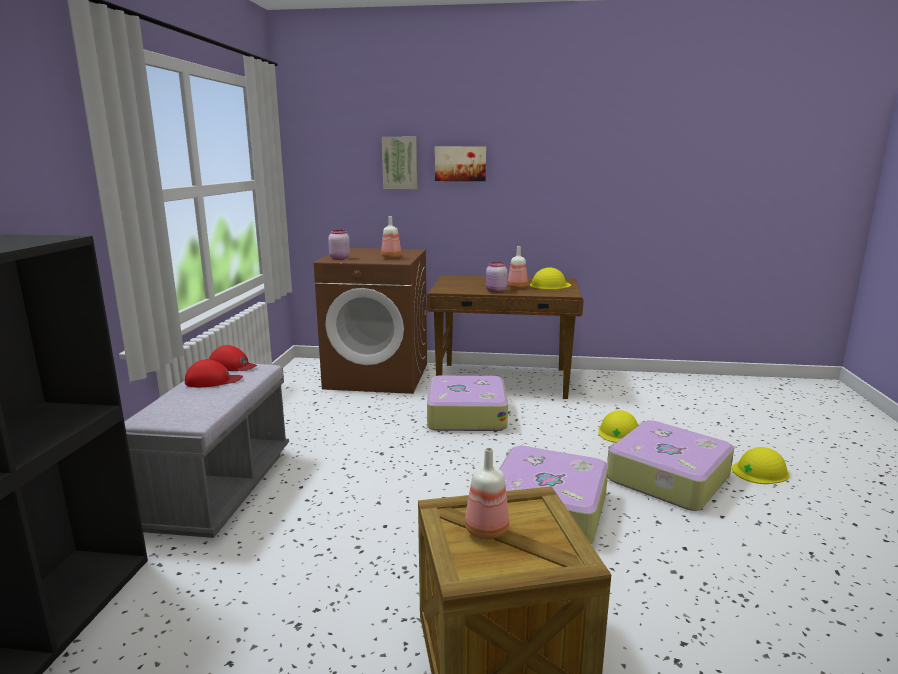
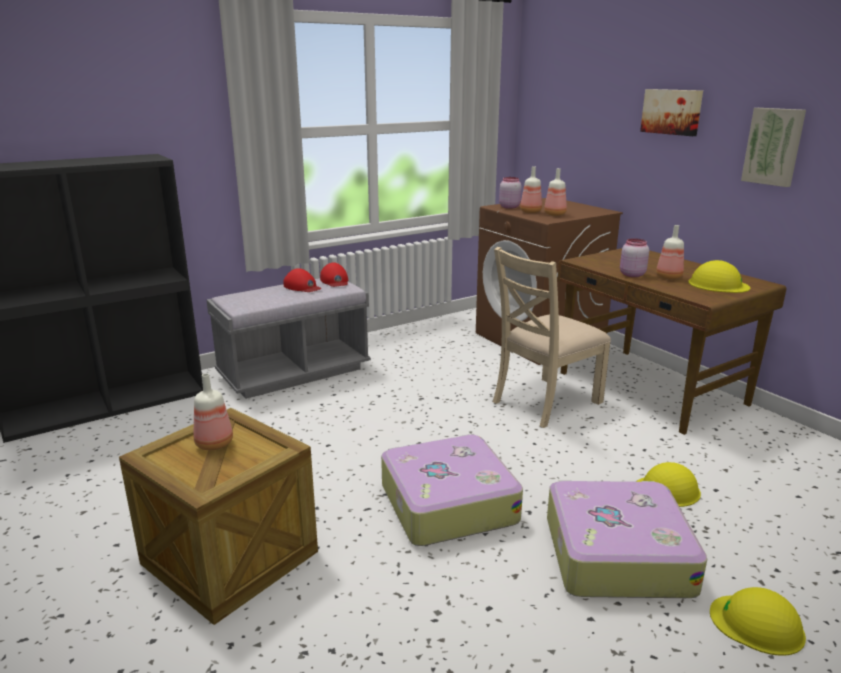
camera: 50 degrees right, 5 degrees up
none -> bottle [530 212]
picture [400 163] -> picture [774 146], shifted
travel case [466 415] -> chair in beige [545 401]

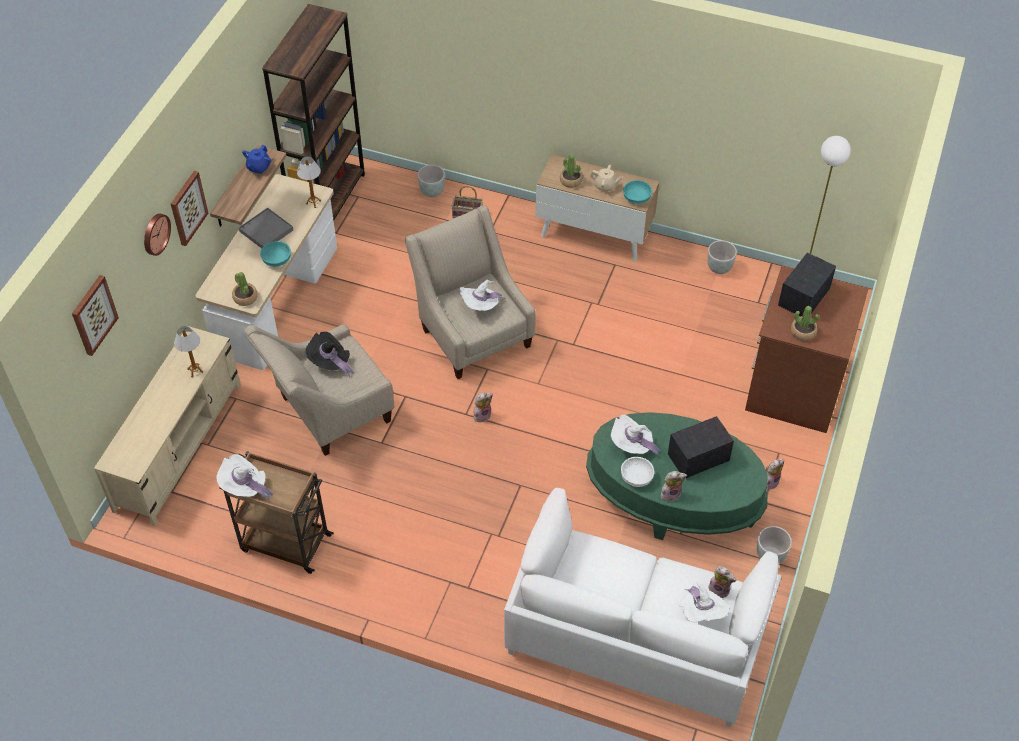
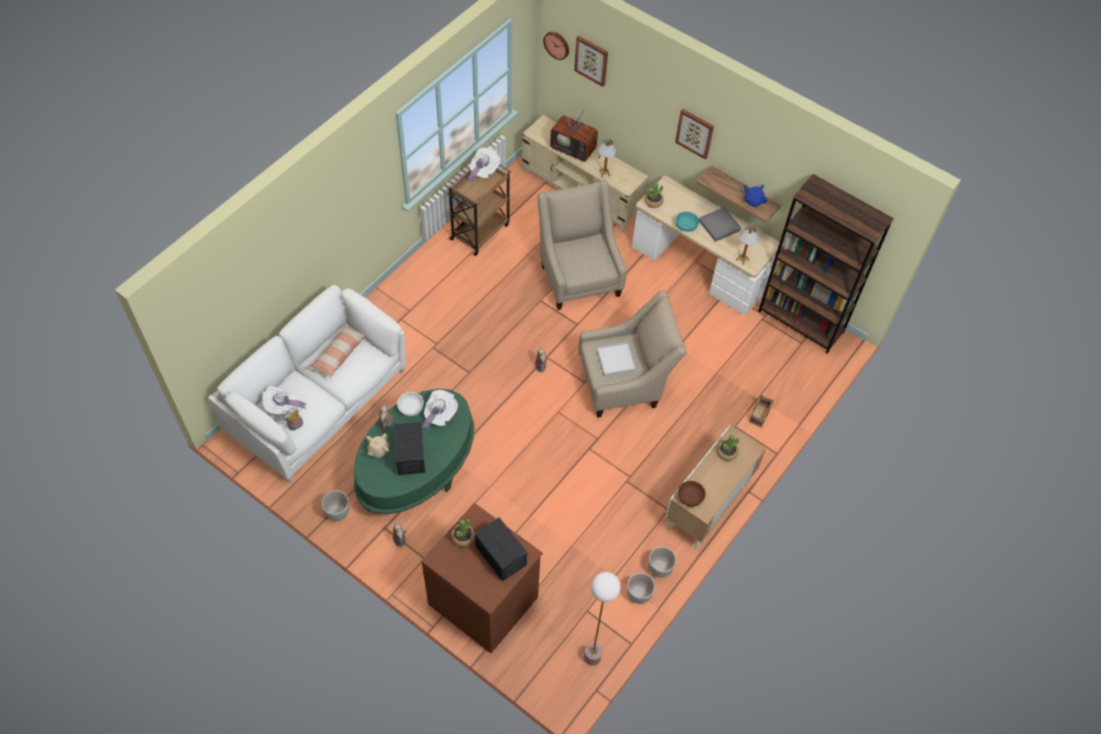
camera: 105 degrees right, 5 degrees up
clothing hat in blackish [330 363] -> none
none -> cushion [338 355]
none -> television [575 149]
wall clock [155 234] -> wall clock [557 44], shifted
planter in gray [432 191] -> planter in gray [660 568], shifted
teapot in beige [605 186] -> teapot in beige [378 450], shifted
clothing hat in white [480 307] -> serving tray in white [615 360]
bowl in turquoise [636 197] -> bowl in brown-coloured [690 497]

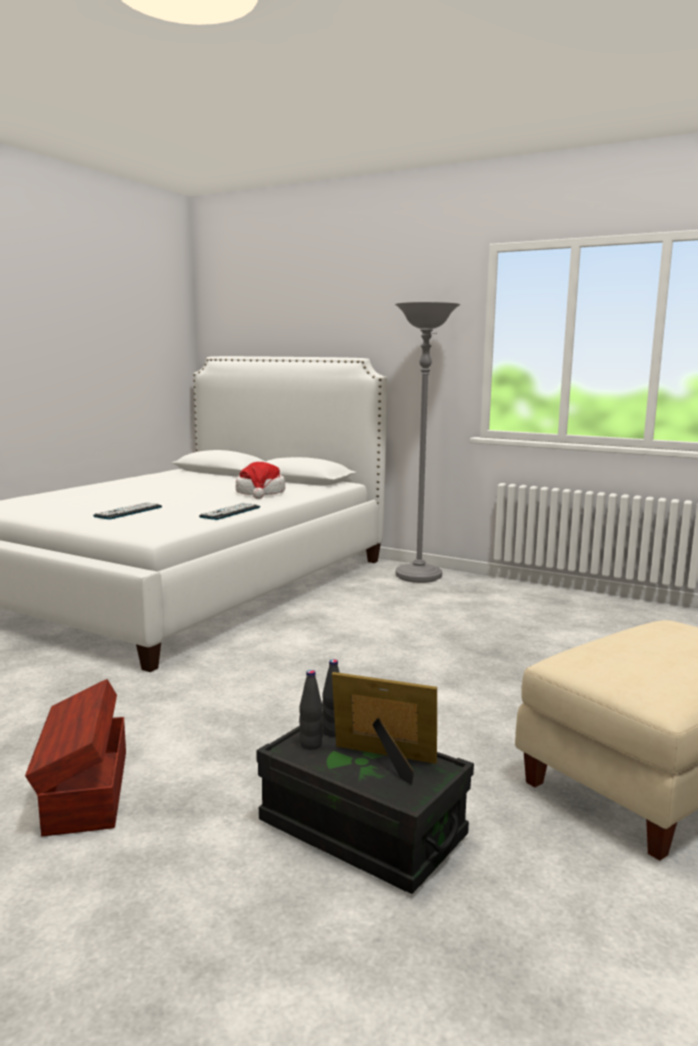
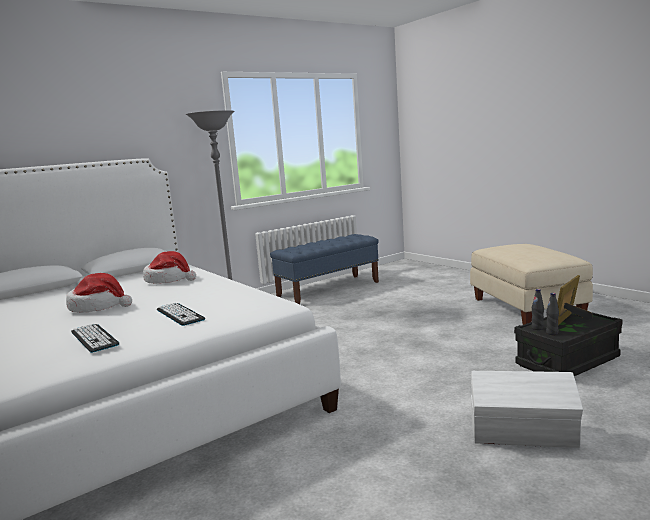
camera: 65 degrees left, 0 degrees up
none -> clothing hat [99 306]
none -> long seat in bluish [329 289]
computer keyboard [230 512] -> computer keyboard [94 338], shifted
storage bin in brown-coloured [85 791] -> storage bin in white [524 434]

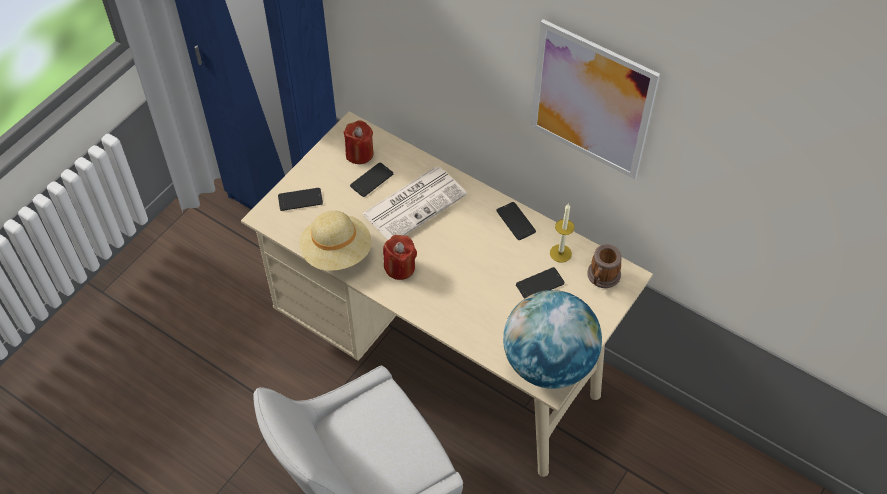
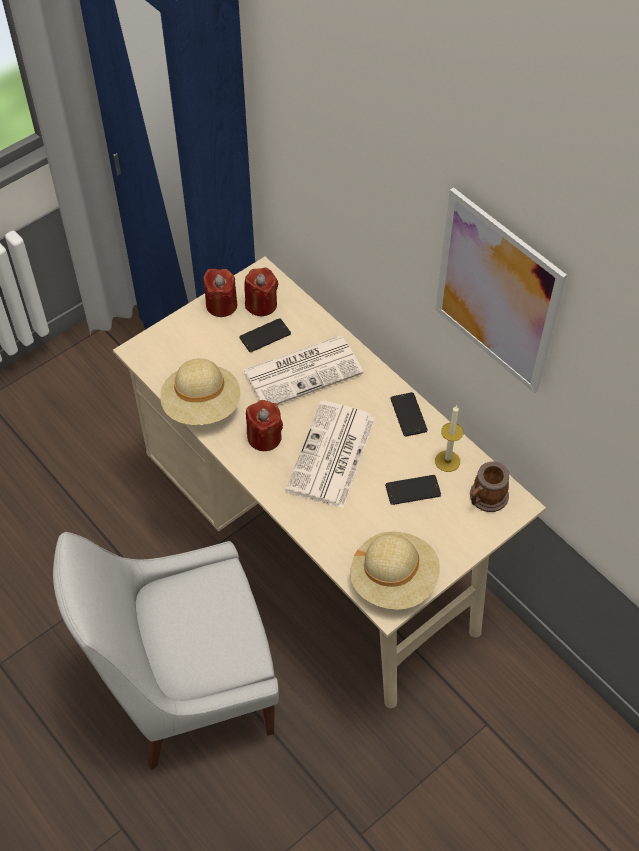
camera: 15 degrees right, 0 degrees up
telephone [300 199] -> none
none -> wax light in red-coloured [221 305]
none -> daily paper [332 456]
desk globe [548 362] -> clothing hat in beige [394 580]

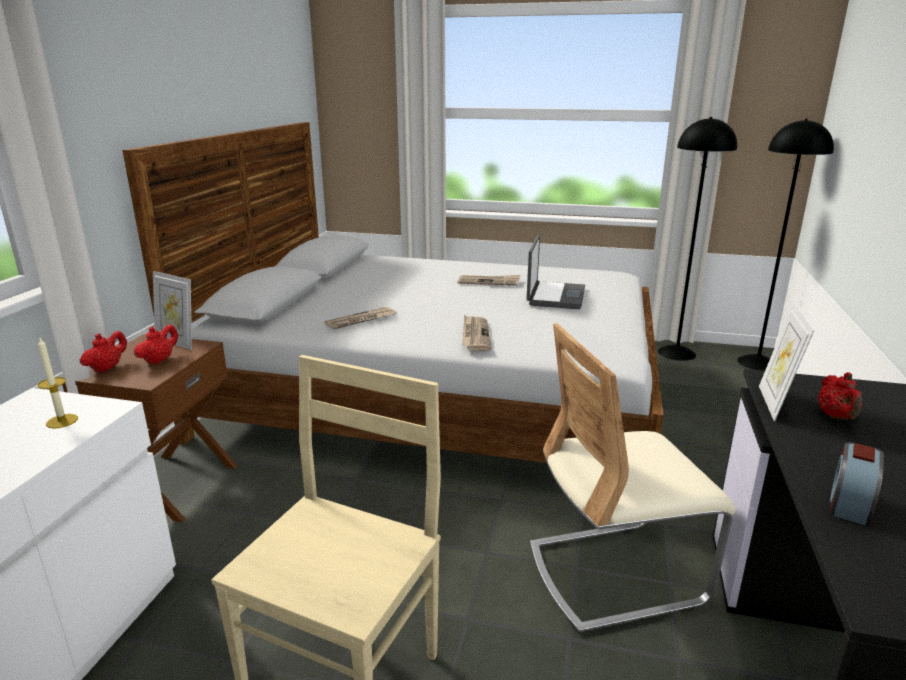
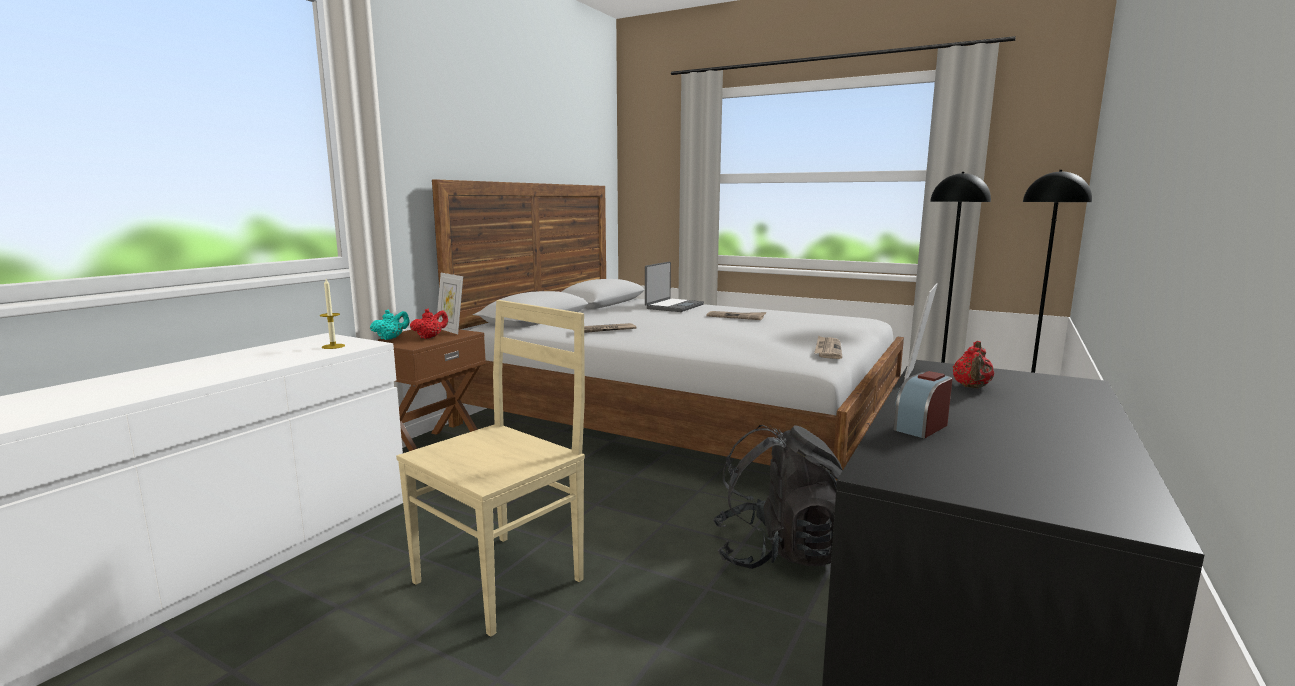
camera: 15 degrees right, 10 degrees down
daily paper [475 335] -> daily paper [827 349], shifted
portable computer [554 296] -> portable computer [673 306], shifted
chair in beige [615 573] -> rucksack in blackish [778 552]
teapot in red-coloured [107 368] -> teapot in turquoise [391 338]

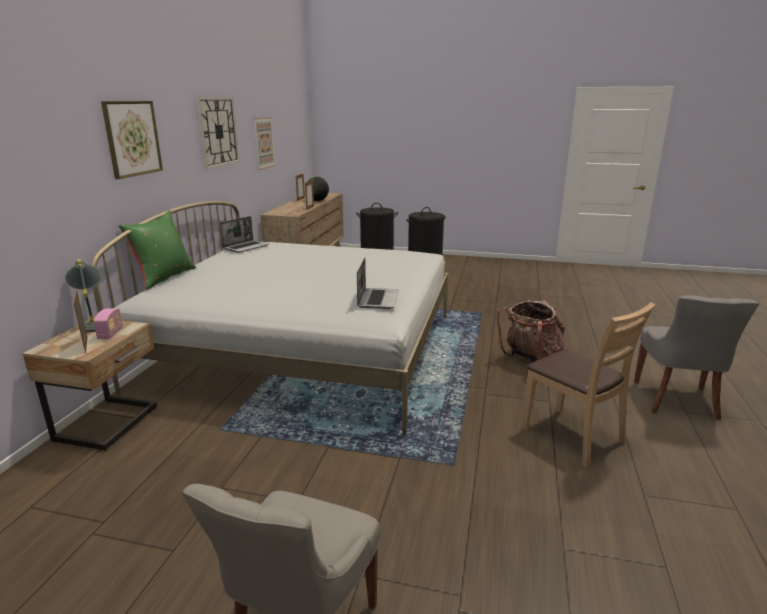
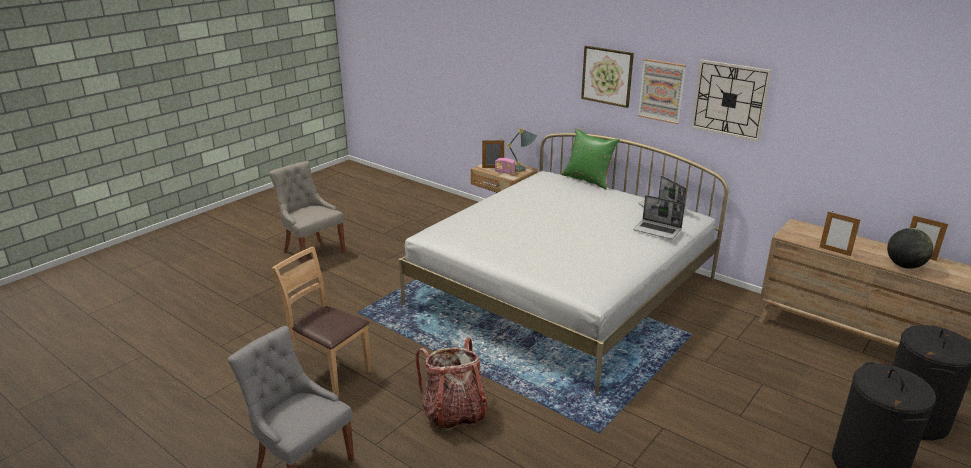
camera: 115 degrees right, 5 degrees up
picture [263 143] -> picture [661 91], shifted
portable computer [377 299] -> portable computer [657 230], shifted
chair in brown-coloured [573 436] -> chair in brown-coloured [329 372], 45 degrees clockwise

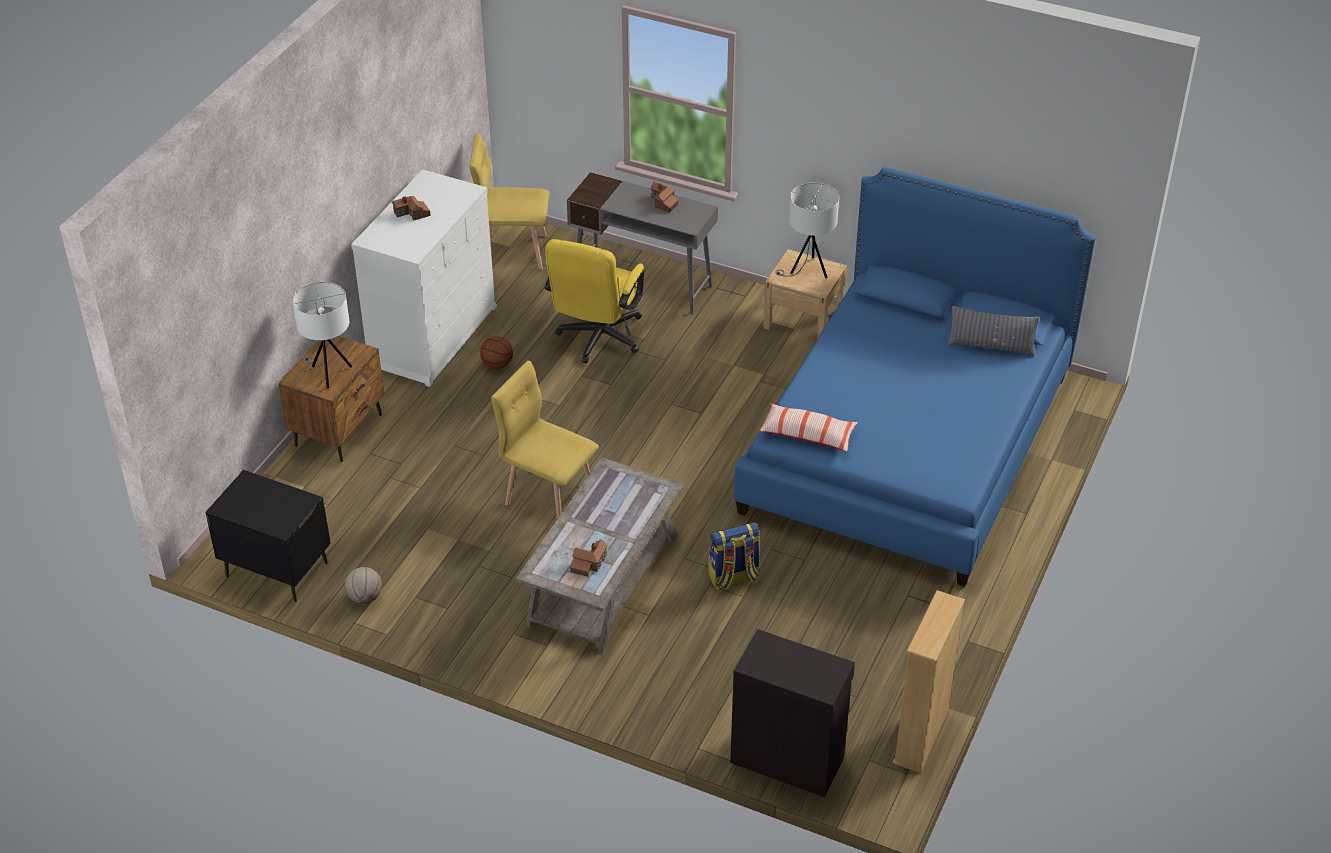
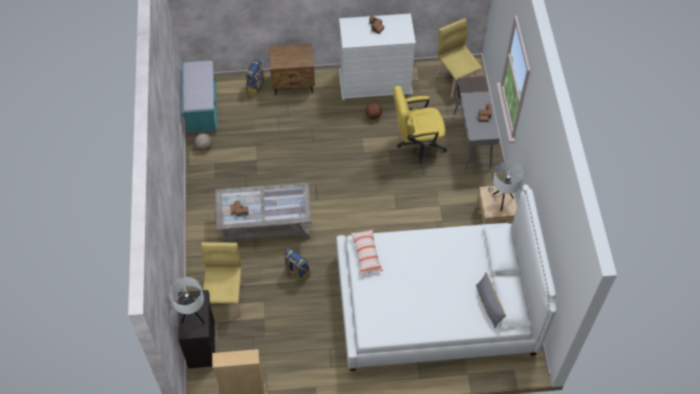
camera: 60 degrees right, 15 degrees up
none -> rucksack [255 86]
tabletop lamp in white [329 373] -> tabletop lamp in white [194 316], shifted
chair in yellow [549 496] -> chair in yellow [226 298], shifted
night table in blackish [276 569] -> long seat in turquoise [202 109]
sleeping bed in bluish [906 442] -> sleeping bed in white [435 303]

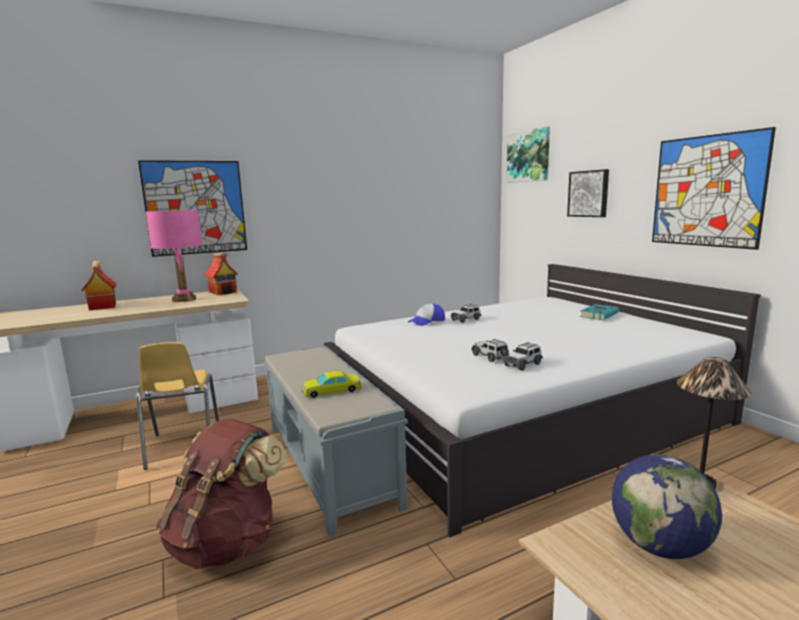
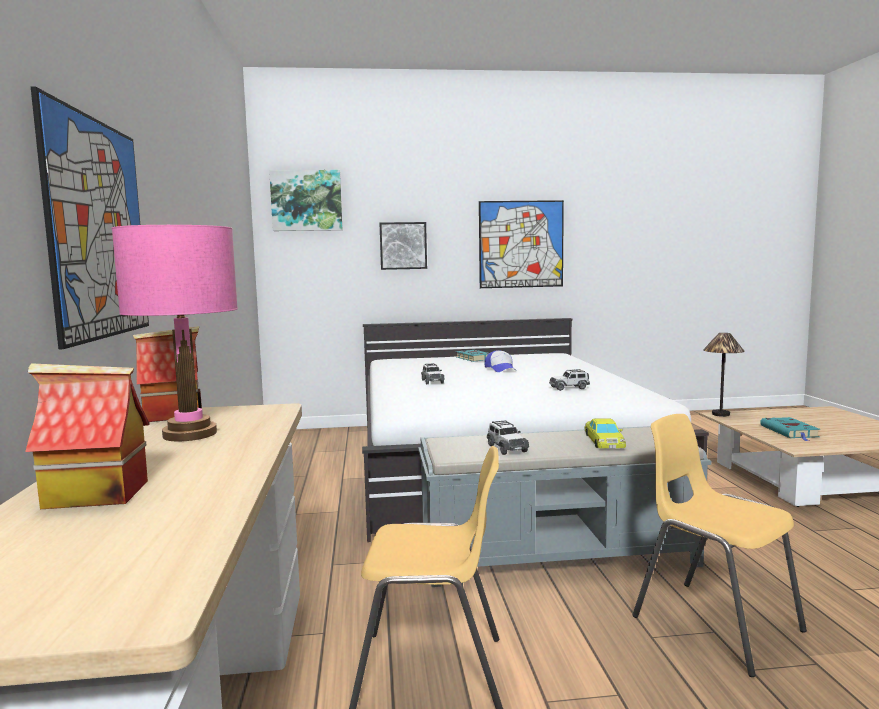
camera: 70 degrees left, 5 degrees down
baseball cap [427 321] -> baseball cap [501 369], shifted
toy car [523 364] -> toy car [506 448], shifted
rucksack in brown-coloured [227 542] -> chair in yellow [714 623]
desk globe [659 546] -> volume in turquoise [790 432]

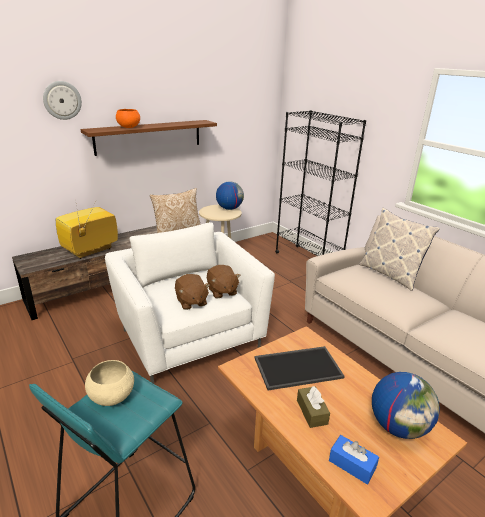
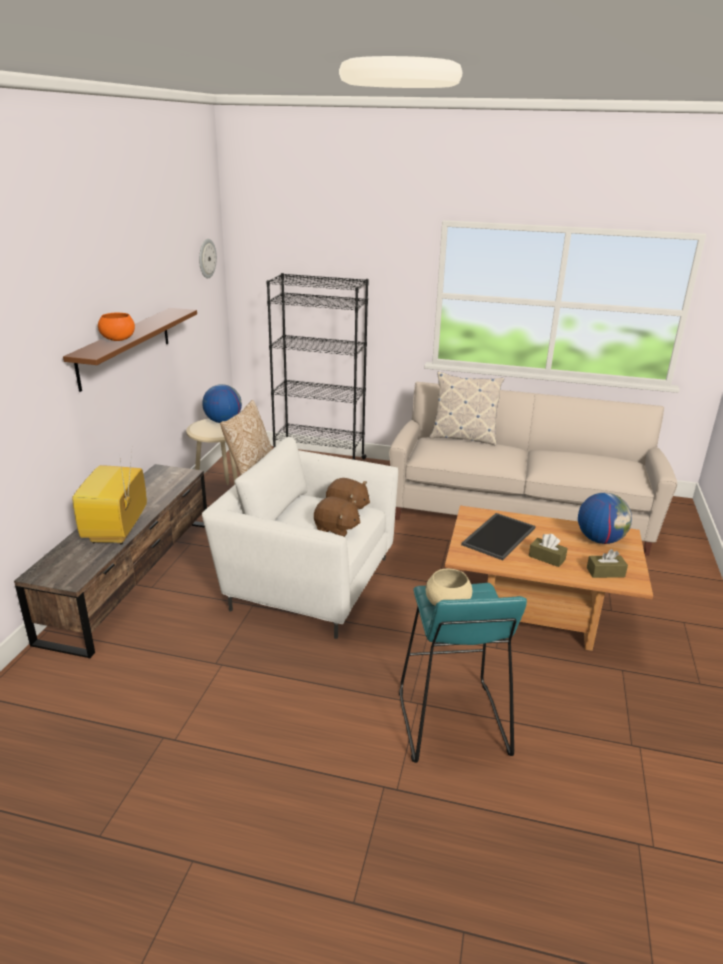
camera: 40 degrees left, 0 degrees up
wall clock [62 100] -> wall clock [206 258], shifted
box of tissues in bluish [352 464] -> box of tissues in brown-coloured [605 572]

